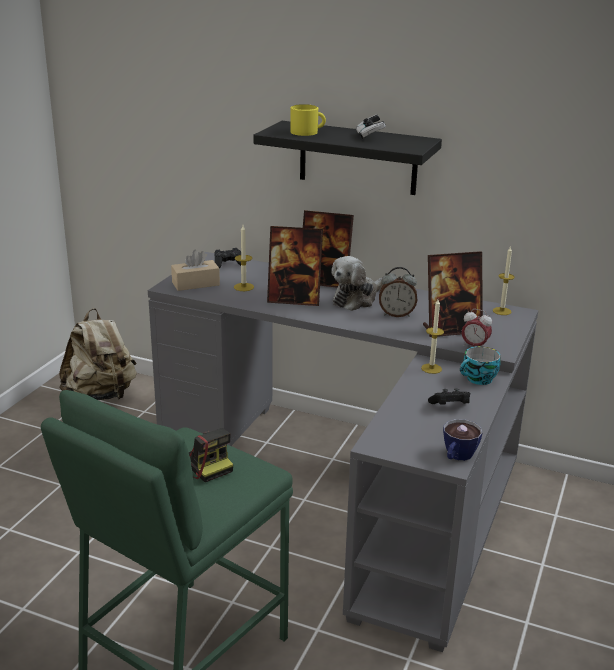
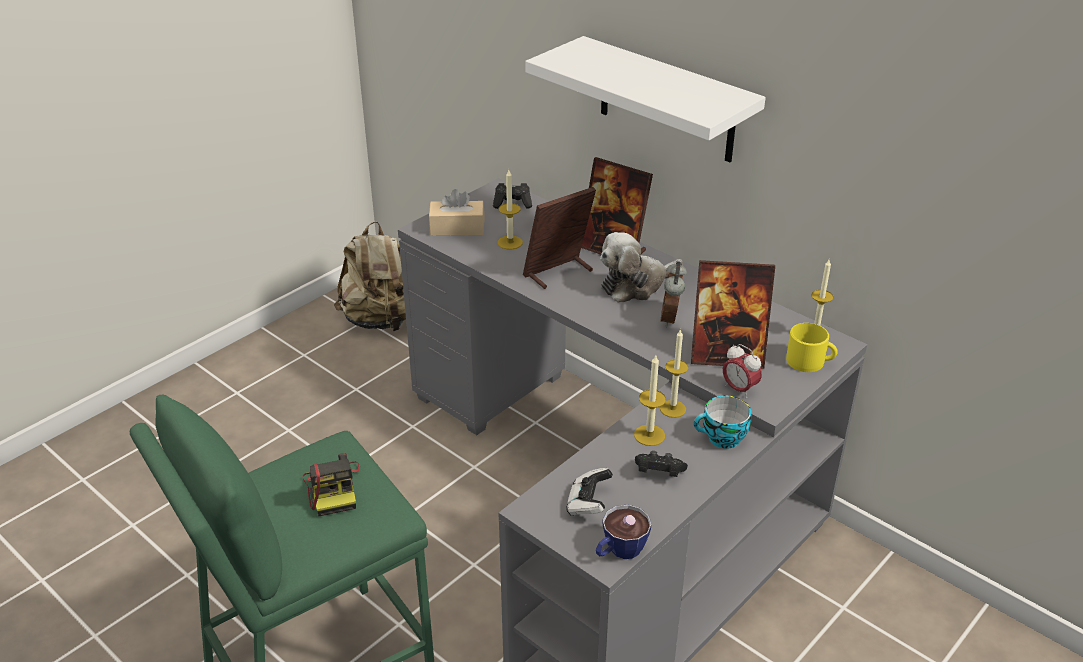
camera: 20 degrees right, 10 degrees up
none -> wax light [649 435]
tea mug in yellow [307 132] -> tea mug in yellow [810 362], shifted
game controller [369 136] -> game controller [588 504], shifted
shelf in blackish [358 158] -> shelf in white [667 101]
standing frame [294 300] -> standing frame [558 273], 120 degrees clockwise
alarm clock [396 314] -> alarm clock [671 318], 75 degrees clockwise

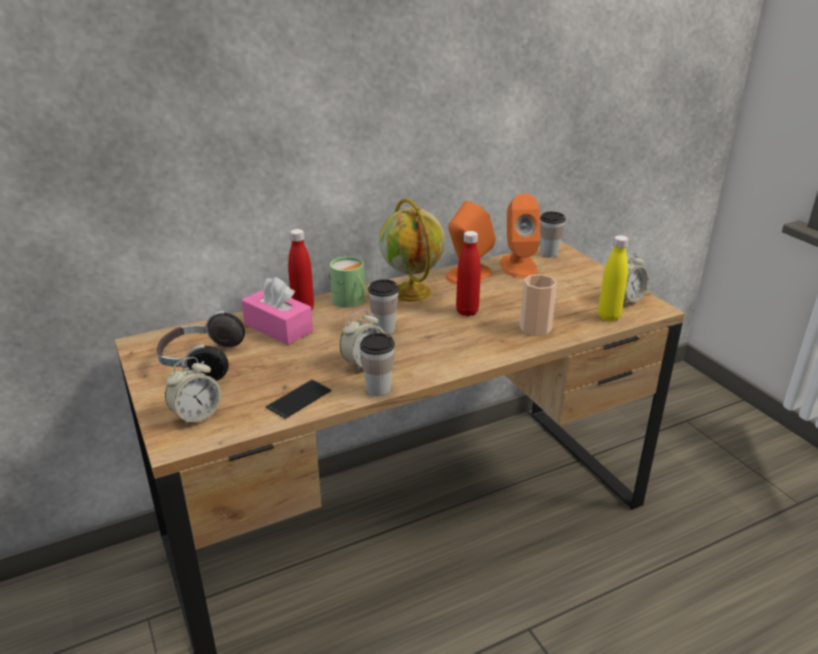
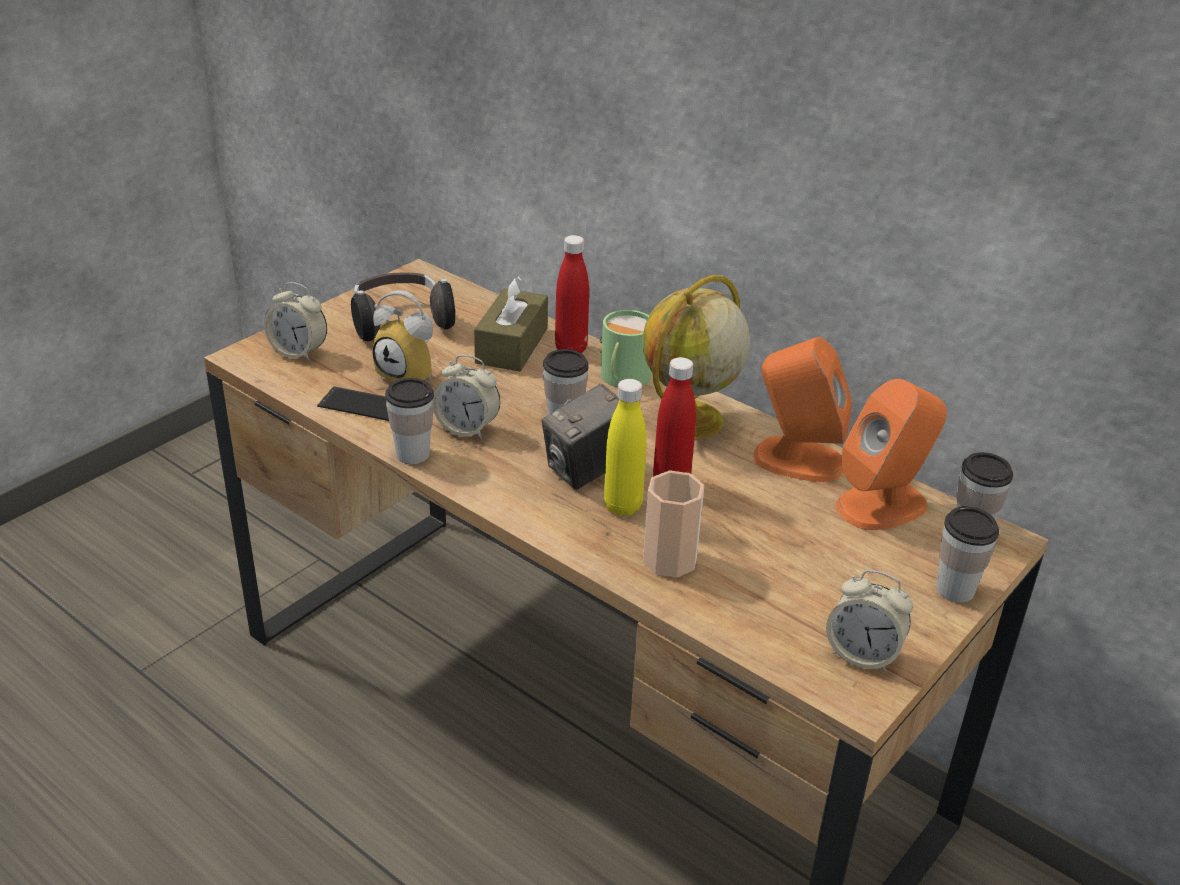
camera: 65 degrees right, 5 degrees up
none -> alarm clock [412 375]
none -> photo camera [588 470]
none -> cup [955 589]
bottle in yellow [608 317] -> bottle in yellow [622 506], shifted
box of tissues in pink-coloured [278 328] -> box of tissues in brown-coloured [512 345]

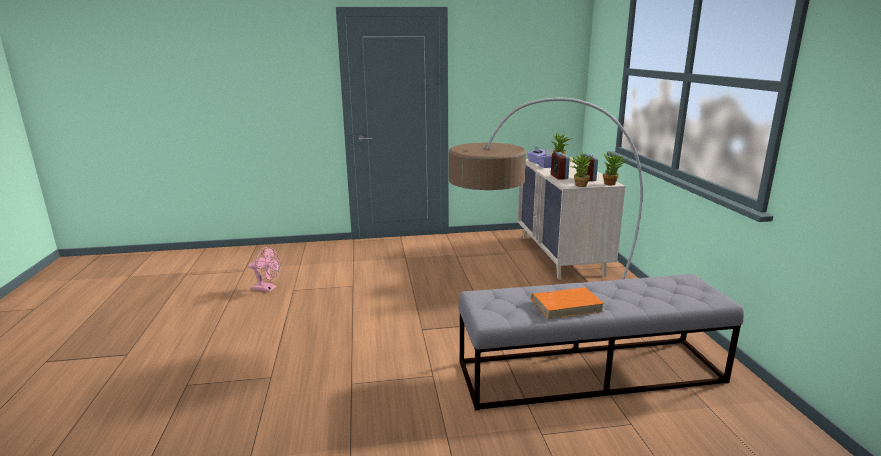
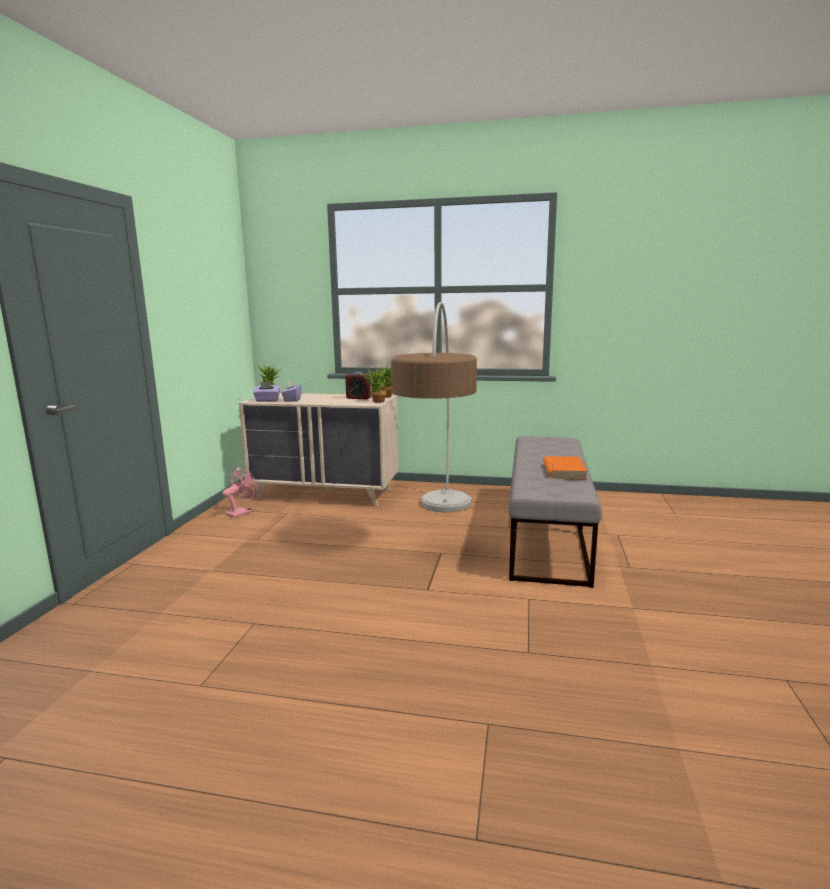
camera: 70 degrees left, 5 degrees down
alarm clock [559 177] -> none
electric fan in pink-coloured [267 288] -> electric fan in pink-coloured [242 512], shifted

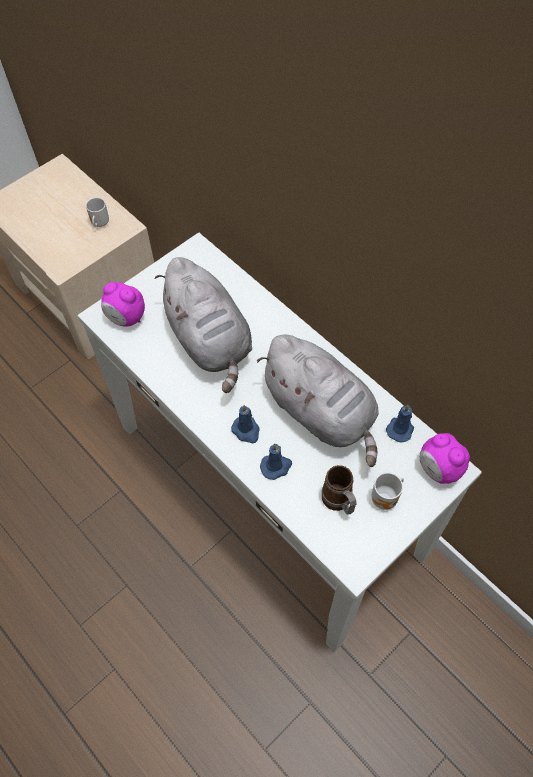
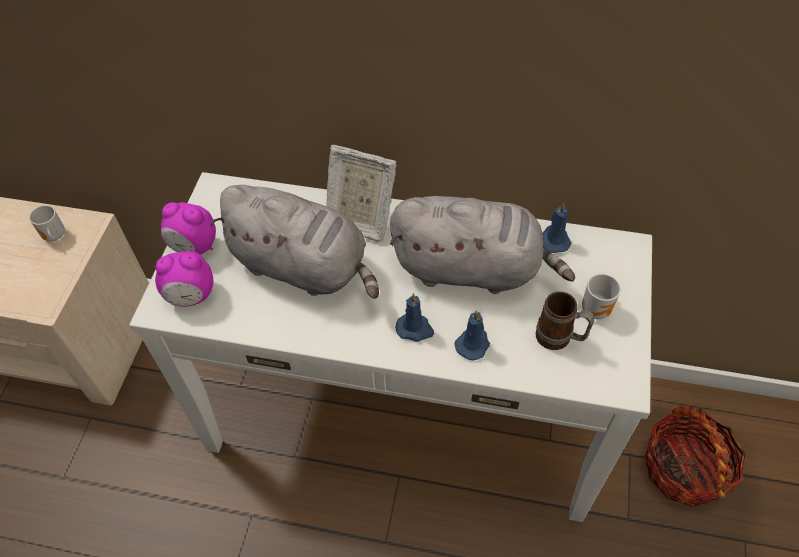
camera: 35 degrees left, 5 degrees down
none -> standing frame [360 219]
none -> household basket [684 468]
alarm clock [438 469] -> alarm clock [194 247], shifted

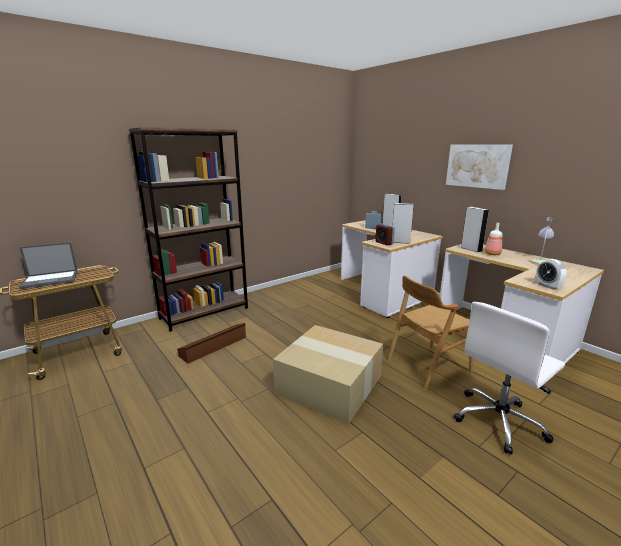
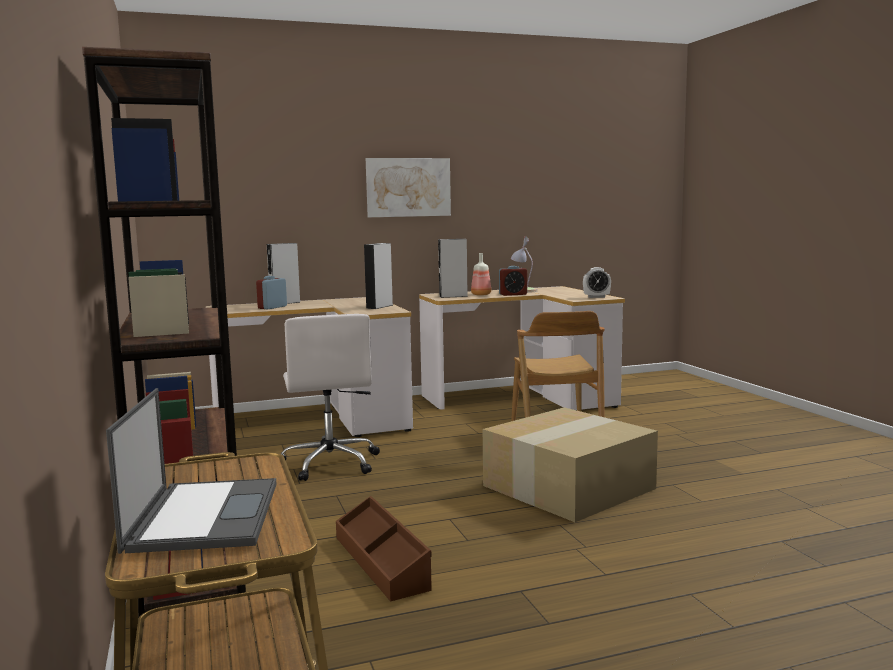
camera: 70 degrees left, 10 degrees down
alarm clock [384 243] -> alarm clock [513 294], shifted
desk chair in white [499 421] -> desk chair in white [330 463], shifted

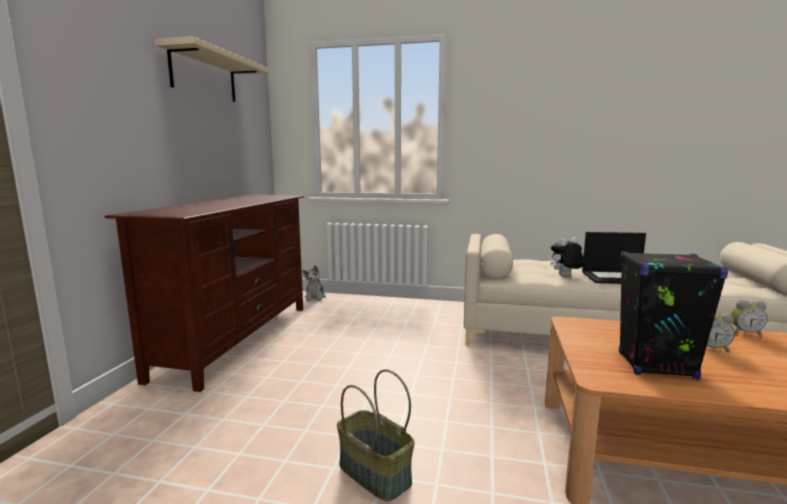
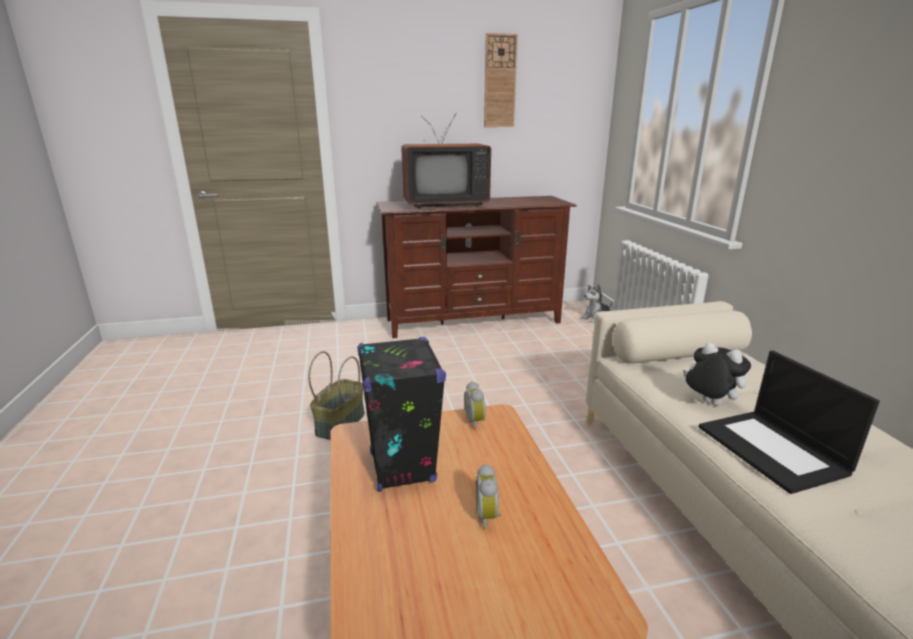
camera: 65 degrees right, 10 degrees up
none -> television [443 204]
alarm clock [744 333] -> alarm clock [476 421], shifted
shelf in beige [204 75] -> wall clock [500 81]

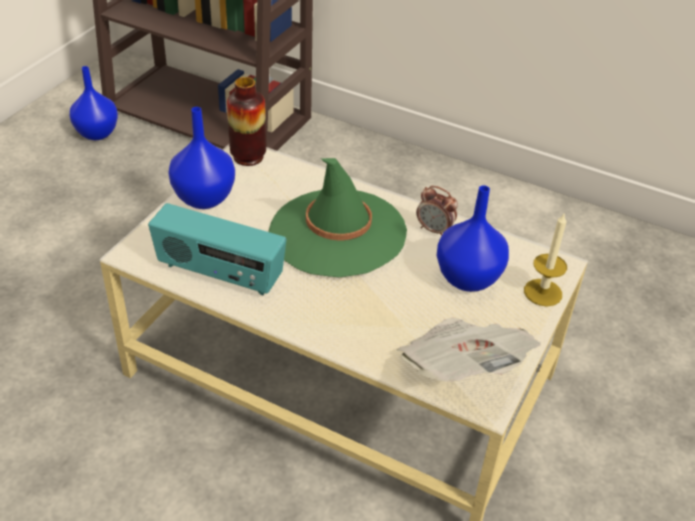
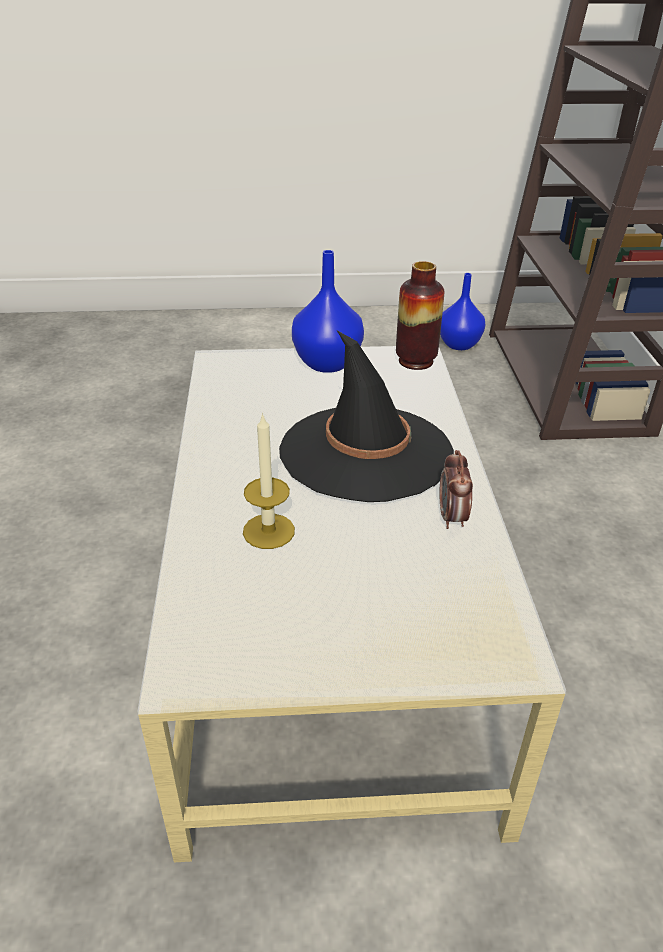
camera: 60 degrees right, 5 degrees down
radio receiver [219 274] -> none
daily paper [461 370] -> none
flower vase in bluish [467 279] -> none
wax light [543 292] -> wax light [268 531], shifted
clothing hat in greenish [337 233] -> clothing hat in blackish [366 452]

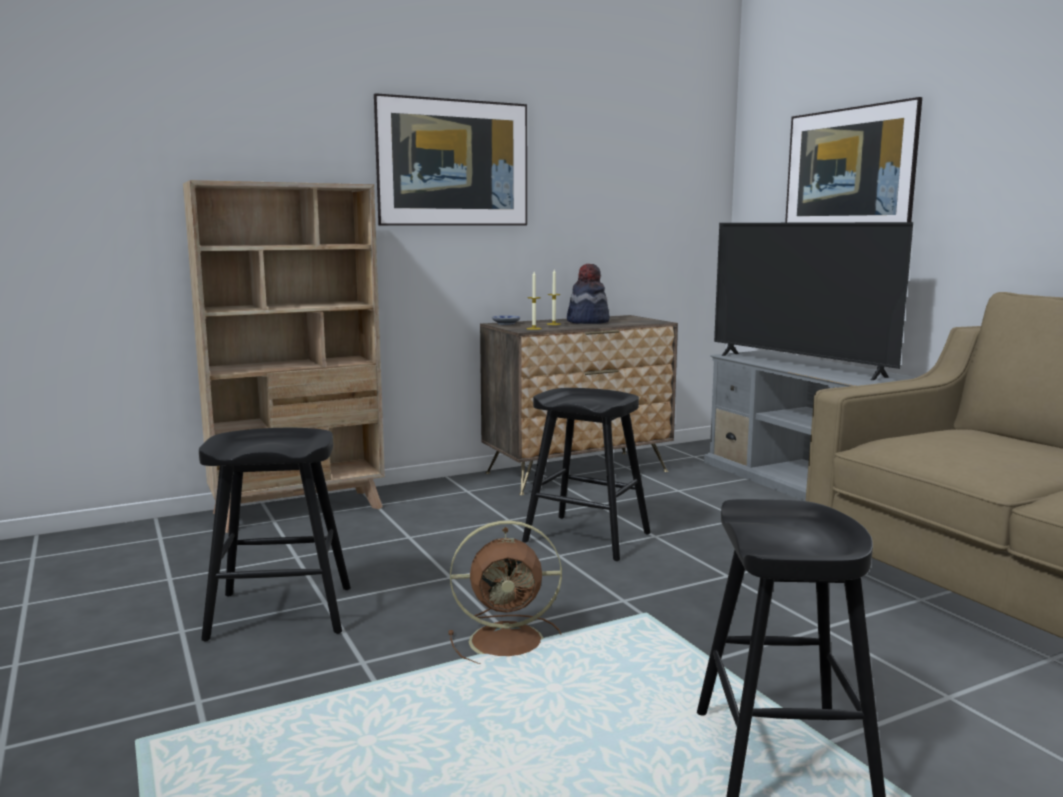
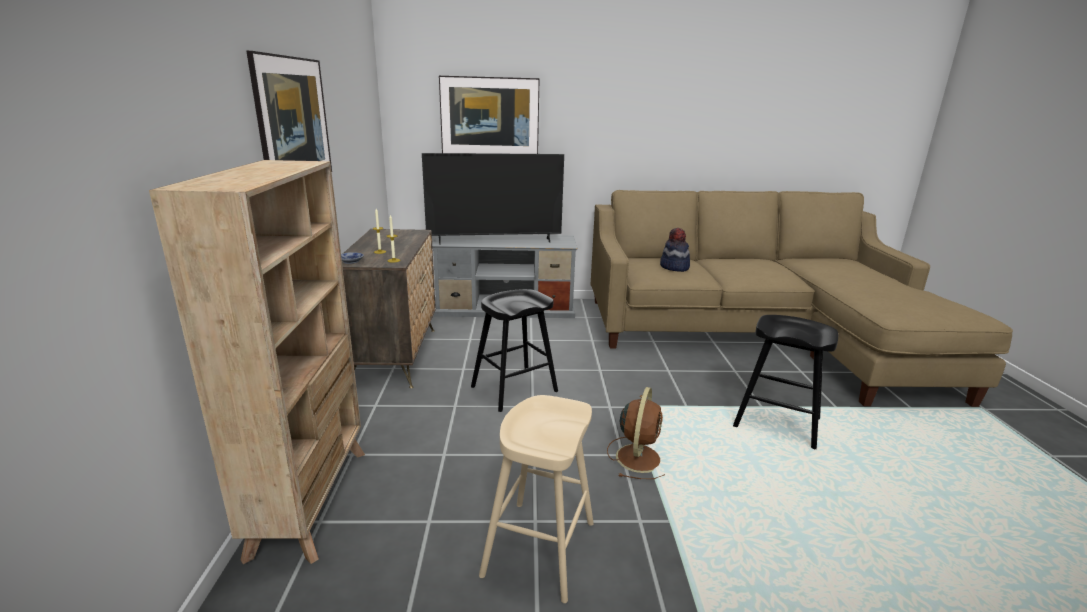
camera: 65 degrees left, 10 degrees up
clothing hat [587 321] -> clothing hat [674 267], shifted
sitting stool in blackish [280 613] -> sitting stool in beige [539 548]

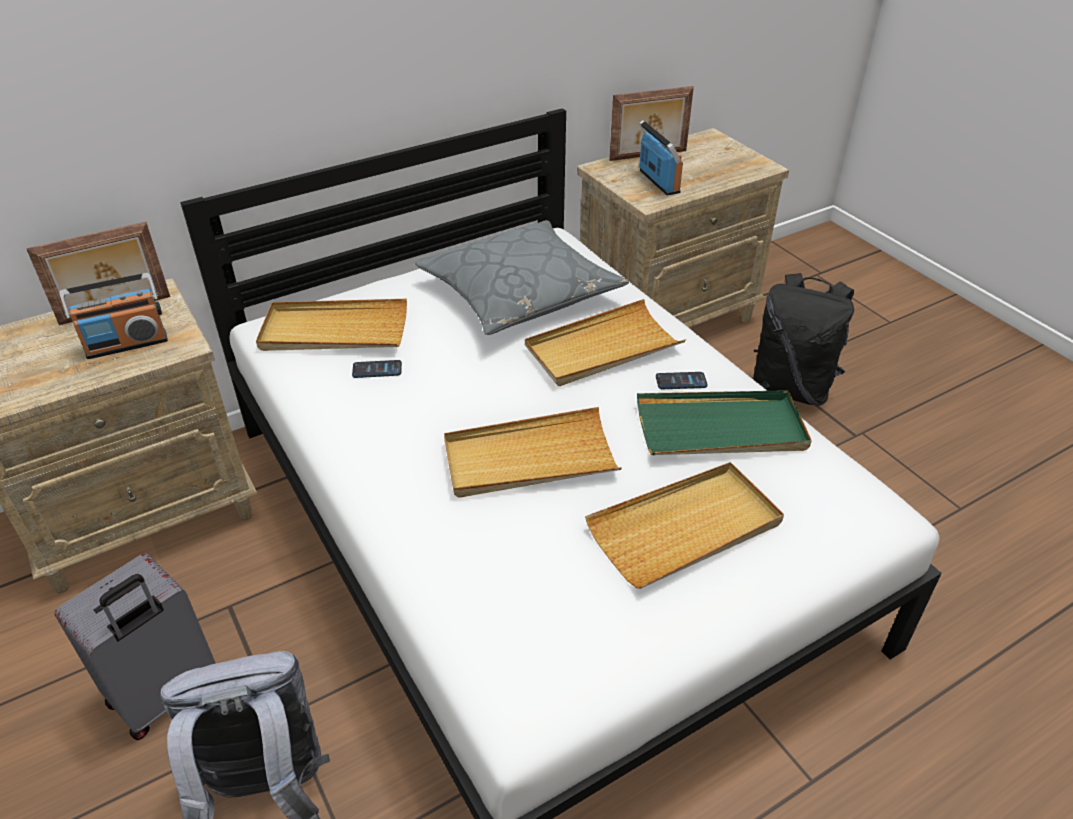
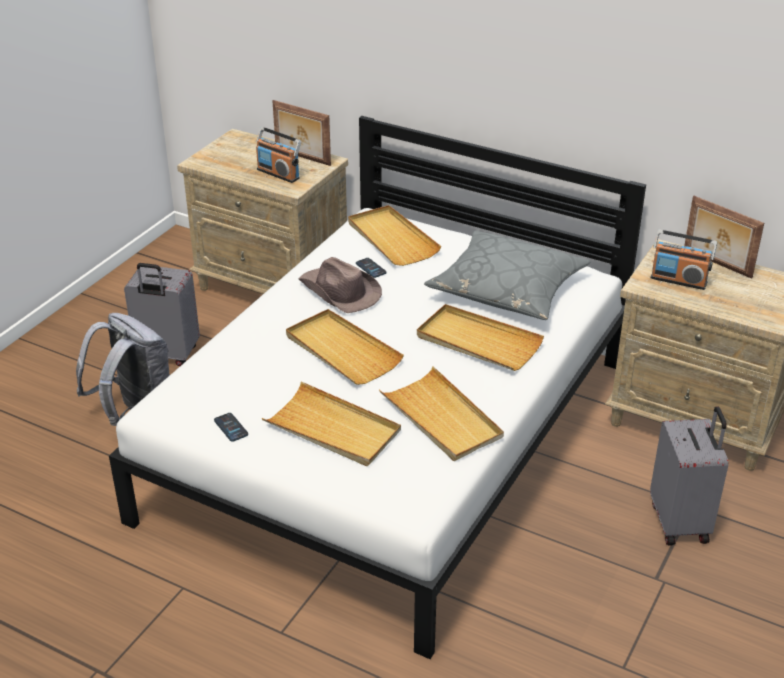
camera: 60 degrees right, 5 degrees down
none -> clothing hat in brown-coloured [340 291]
telephone [681 381] -> telephone [231 427], shifted
rucksack in blackish [791 387] -> travel case in gray [681 522]
serving tray in greenish [721 429] -> serving tray in beige [441 418]
radio receiver [658 182] -> radio receiver [678 280], 75 degrees clockwise

